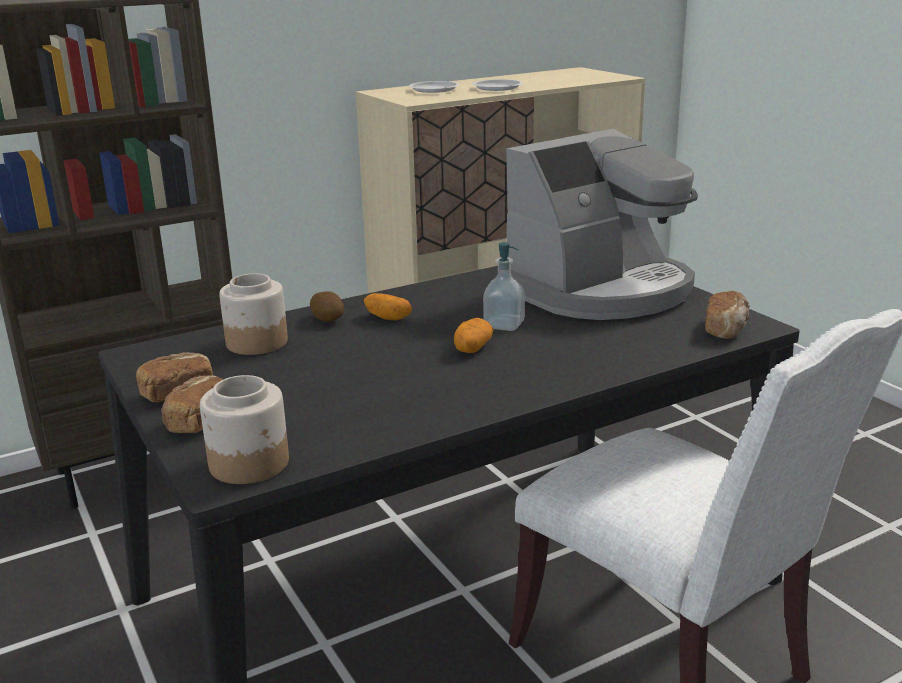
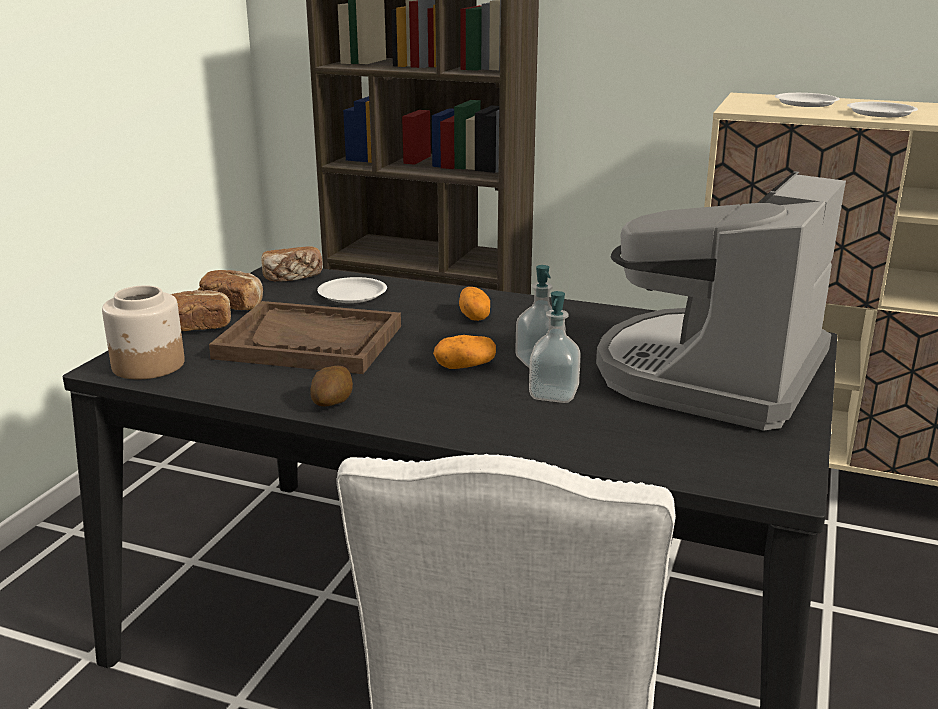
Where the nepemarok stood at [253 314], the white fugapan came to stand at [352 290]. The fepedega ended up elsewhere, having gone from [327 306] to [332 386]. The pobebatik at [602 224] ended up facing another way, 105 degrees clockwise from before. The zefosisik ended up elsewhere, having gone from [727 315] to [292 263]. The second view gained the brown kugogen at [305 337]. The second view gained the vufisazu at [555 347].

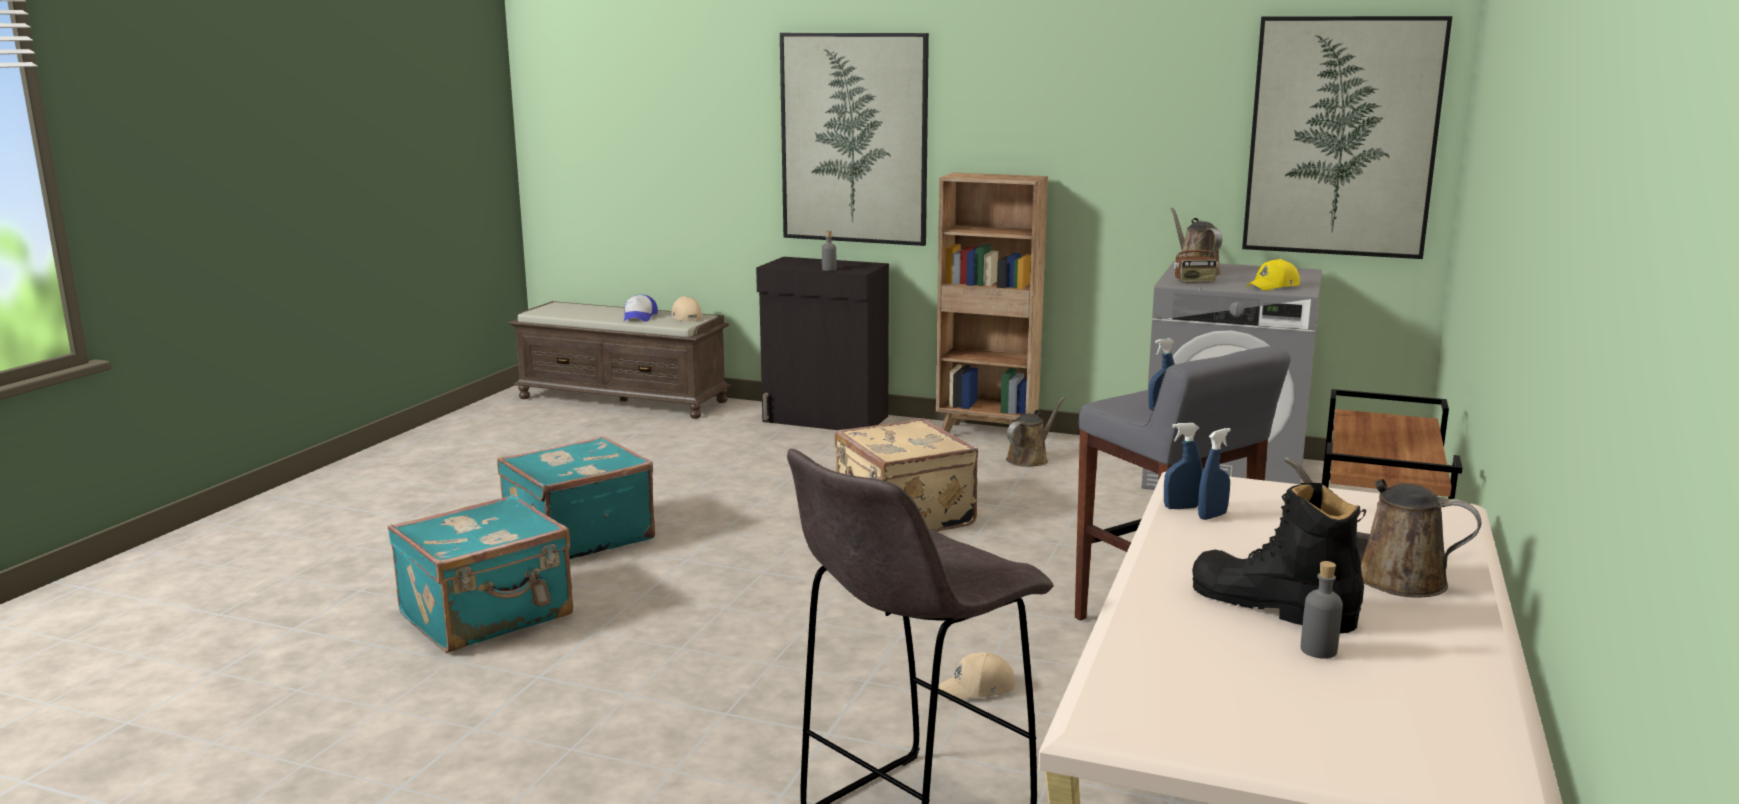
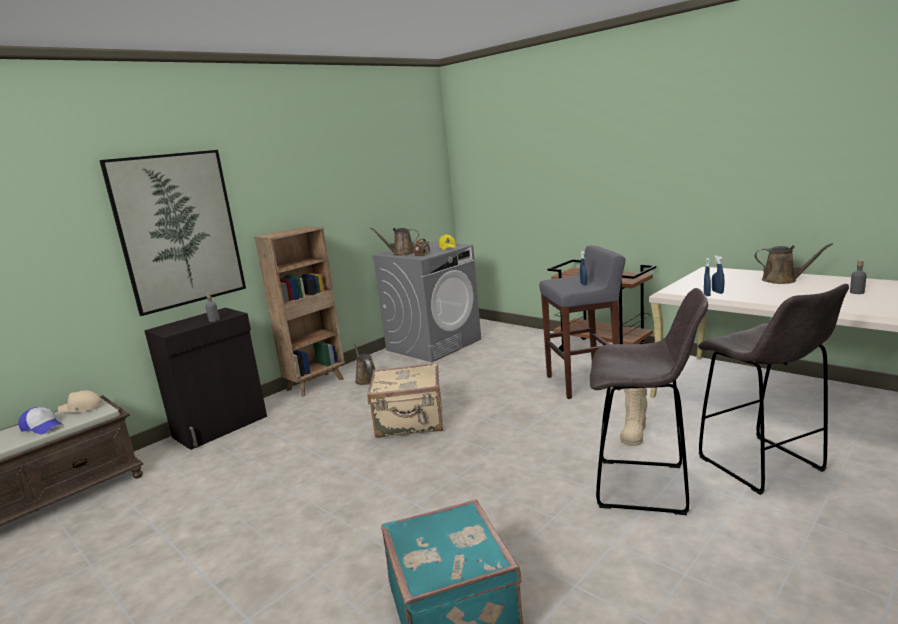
The second view lost the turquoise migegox at [576 497]. Where the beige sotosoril stood at [976 676], the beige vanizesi came to stand at [633 417]. The second view lost the black vanizesi at [1279 558]. The second view lost the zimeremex at [1347 137]. The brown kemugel at [1382 527] ended up facing another way, 105 degrees counterclockwise from before. The second view gained the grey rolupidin at [649 401].

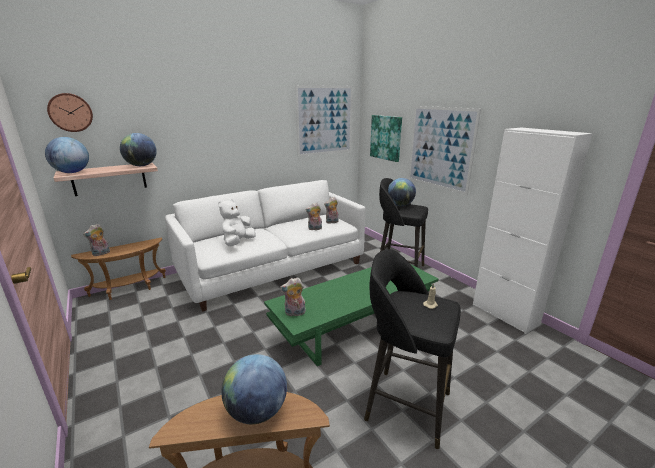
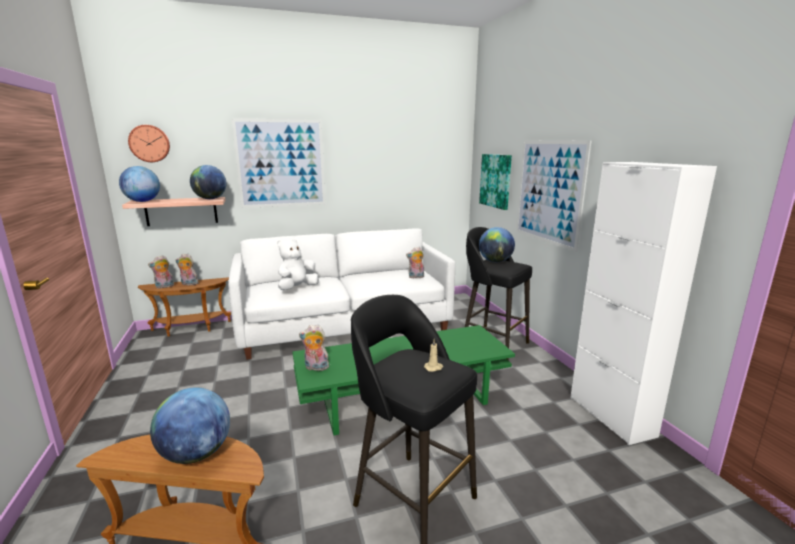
The zimeremex ended up elsewhere, having gone from [324 121] to [279 163]. The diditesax ended up elsewhere, having gone from [313 216] to [187 269].

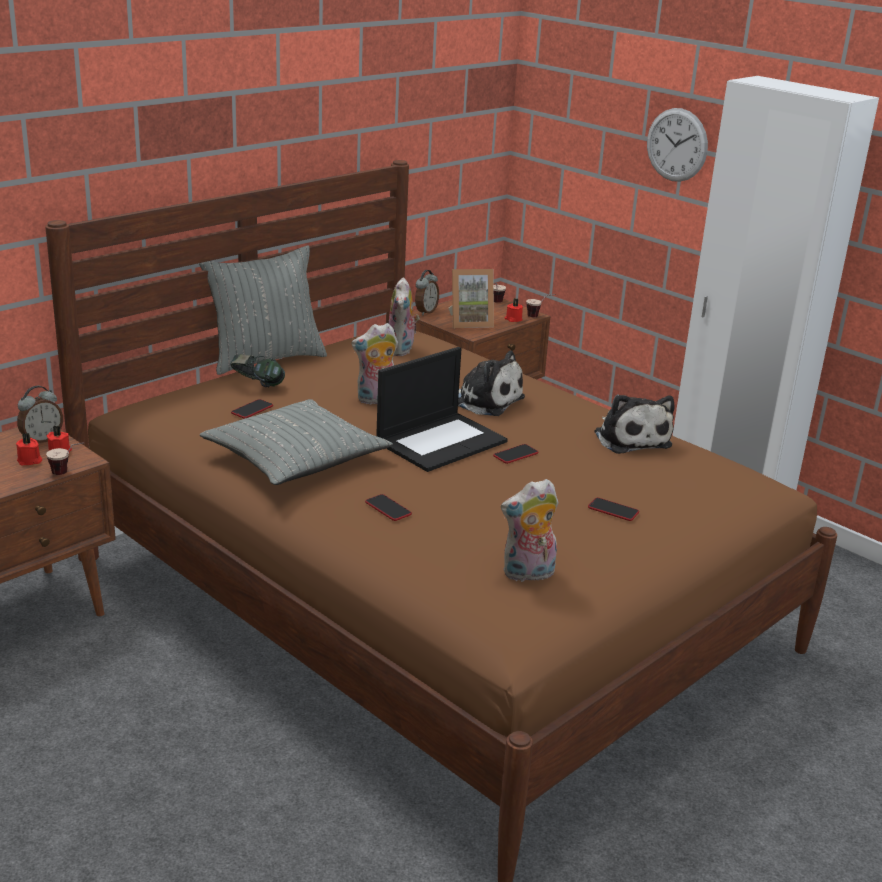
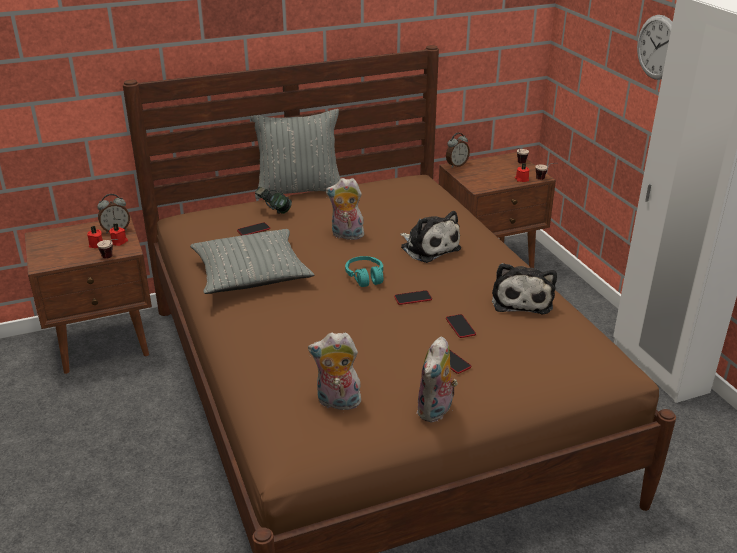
The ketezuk ended up elsewhere, having gone from [388 507] to [461 326]. Where the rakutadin stood at [442 409], the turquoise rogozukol came to stand at [364 271]. The diditesax ended up elsewhere, having gone from [404 316] to [437 379]. The second view lost the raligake at [471 298].

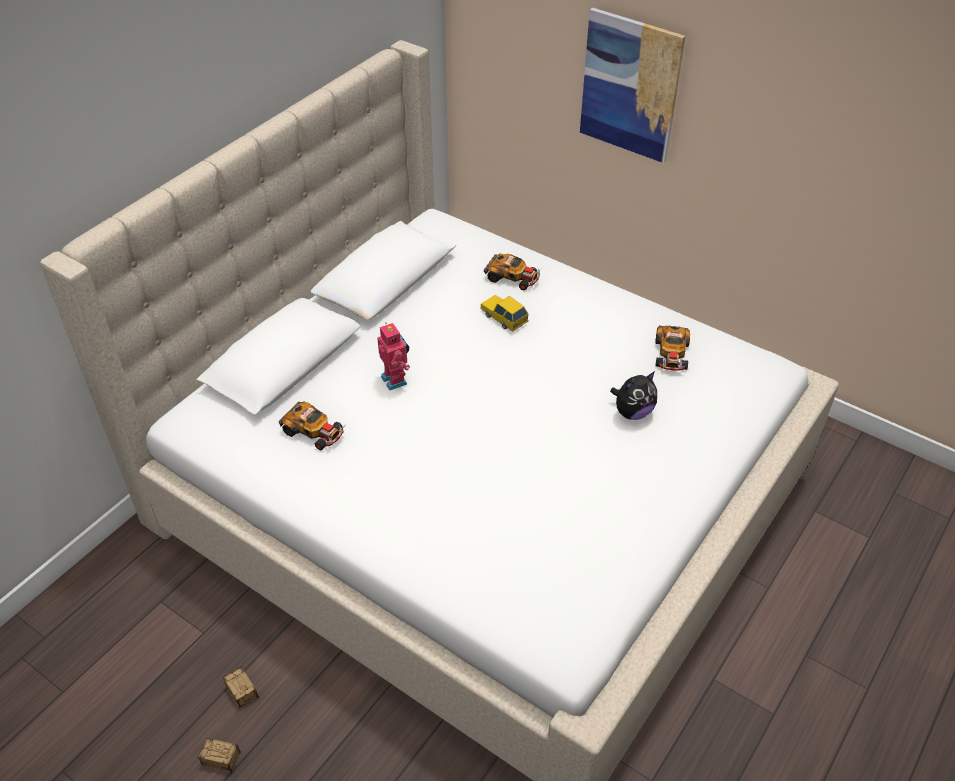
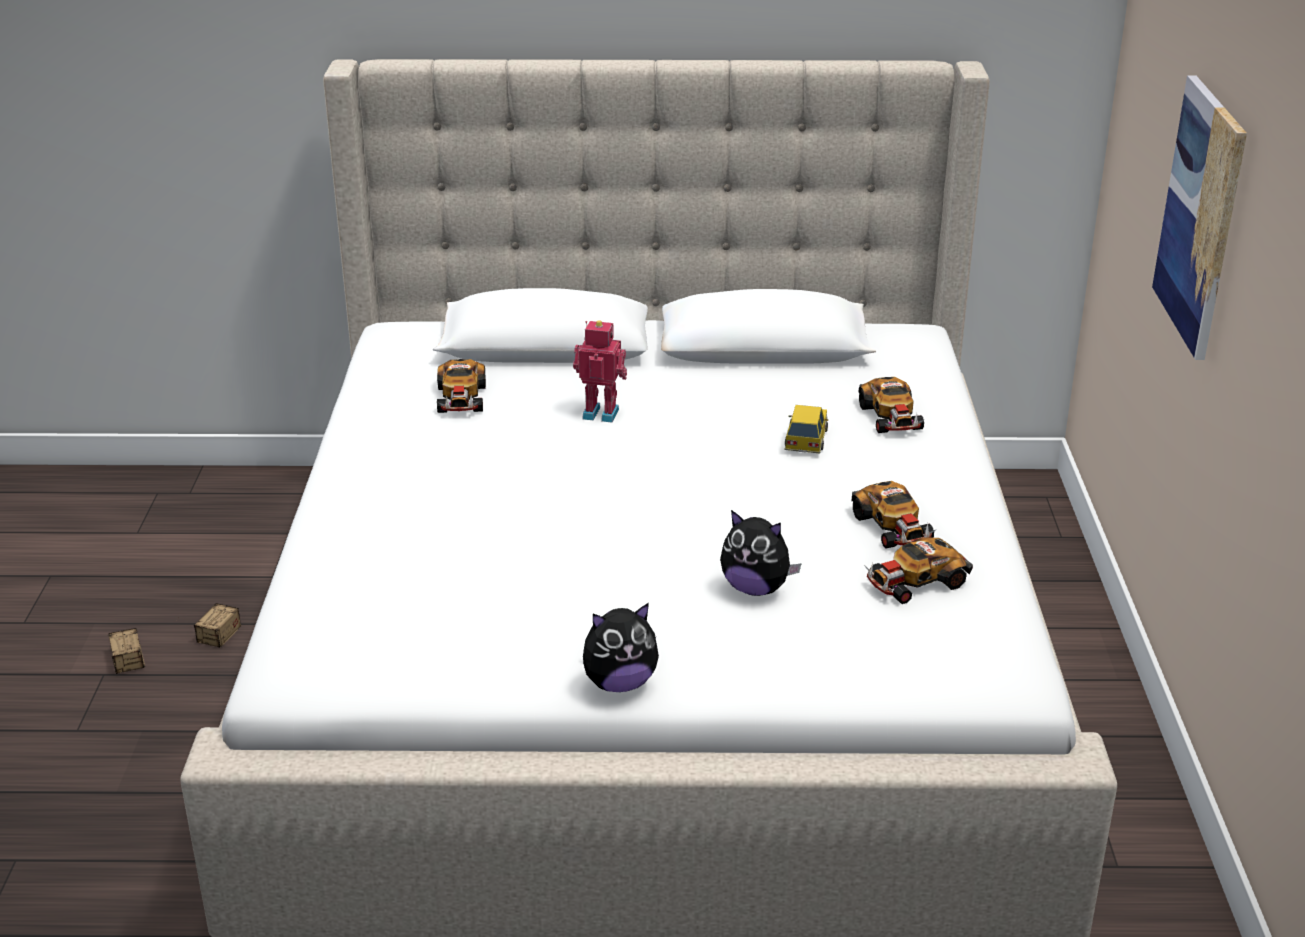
The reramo at [393 356] ended up facing another way, 105 degrees counterclockwise from before. The second view gained the diditesax at [621 647]. The second view gained the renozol at [894 514].

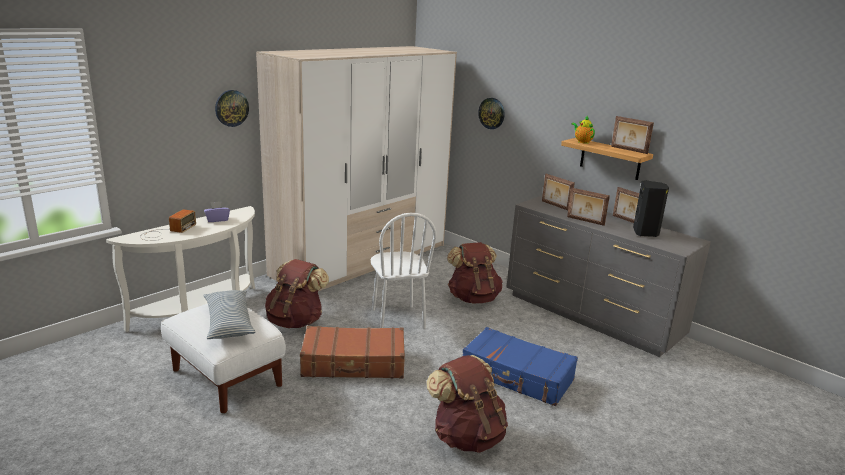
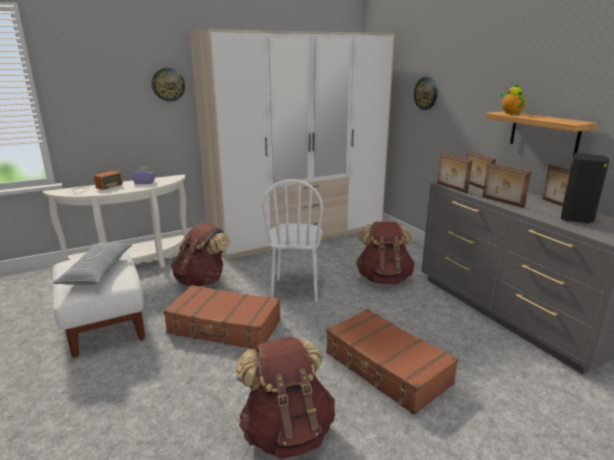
What was the blue migegox at [520 366] turned into the brown migegox at [392 362]. The raligake ended up elsewhere, having gone from [632 135] to [455 172].

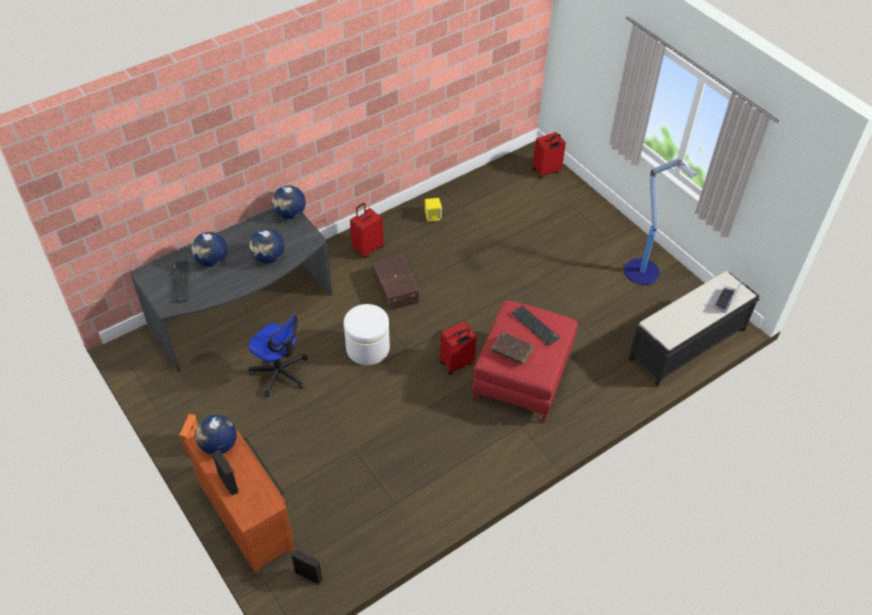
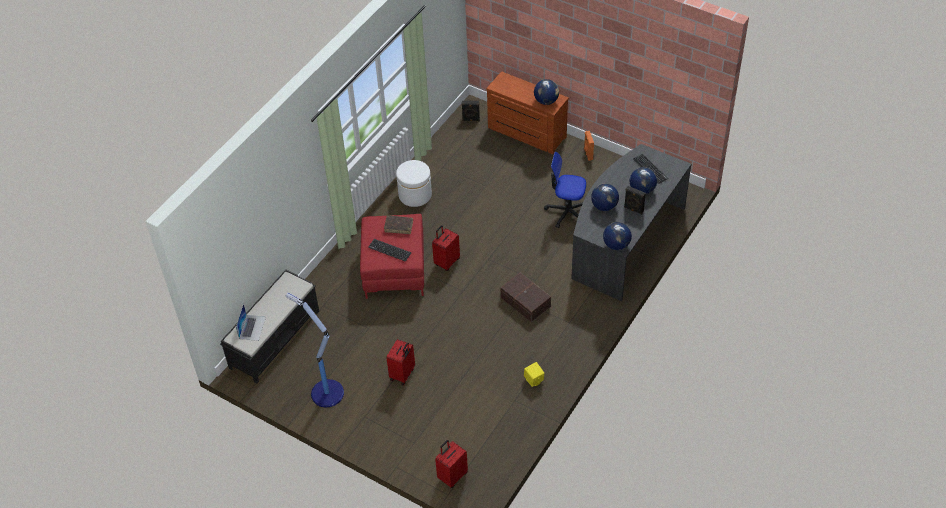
The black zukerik ended up elsewhere, having gone from [225 472] to [635 200]. The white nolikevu ended up elsewhere, having gone from [367 334] to [414 183]. The red migegox ended up elsewhere, having gone from [367 230] to [400 362].

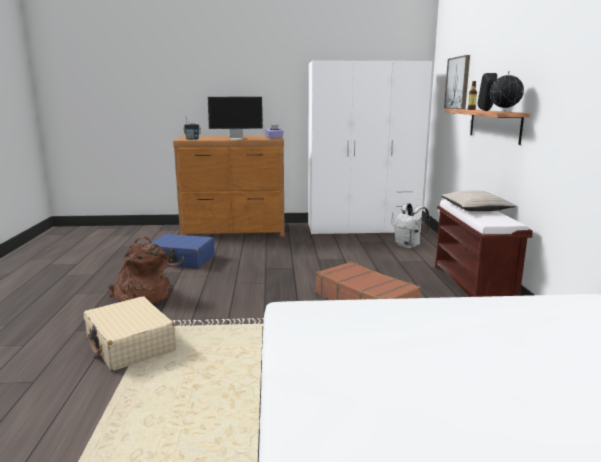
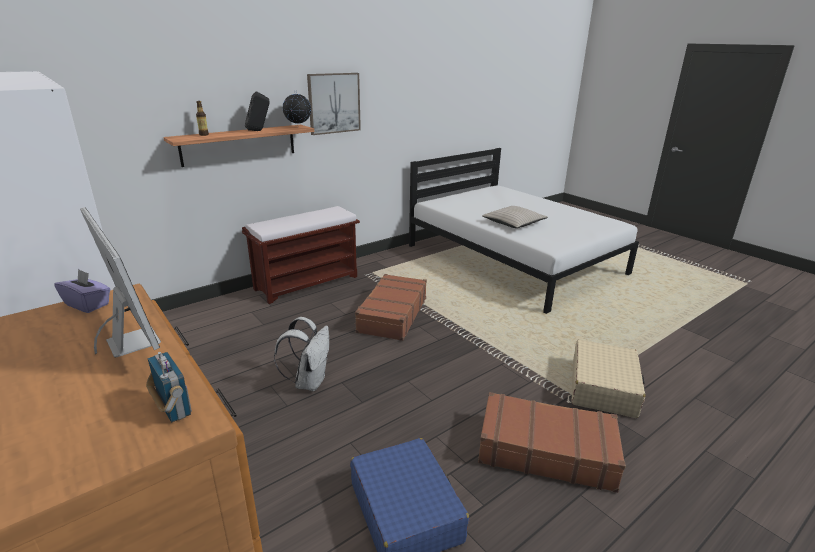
Where the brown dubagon stood at [140 270], the brown migegox came to stand at [552 442]. The white dubagon ended up elsewhere, having gone from [410 226] to [301 354]. The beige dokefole ended up elsewhere, having gone from [478 200] to [515 217]. The zimeremex ended up elsewhere, having gone from [457 82] to [334 104].

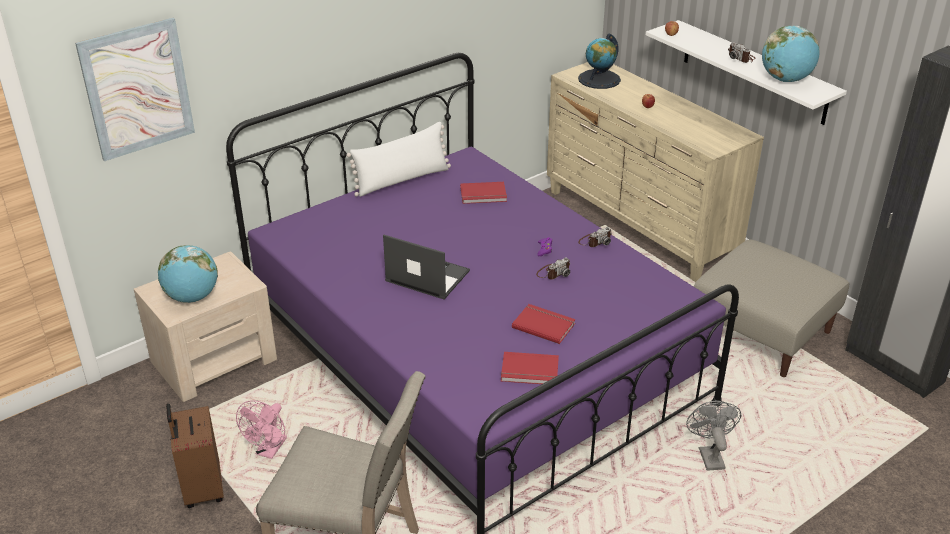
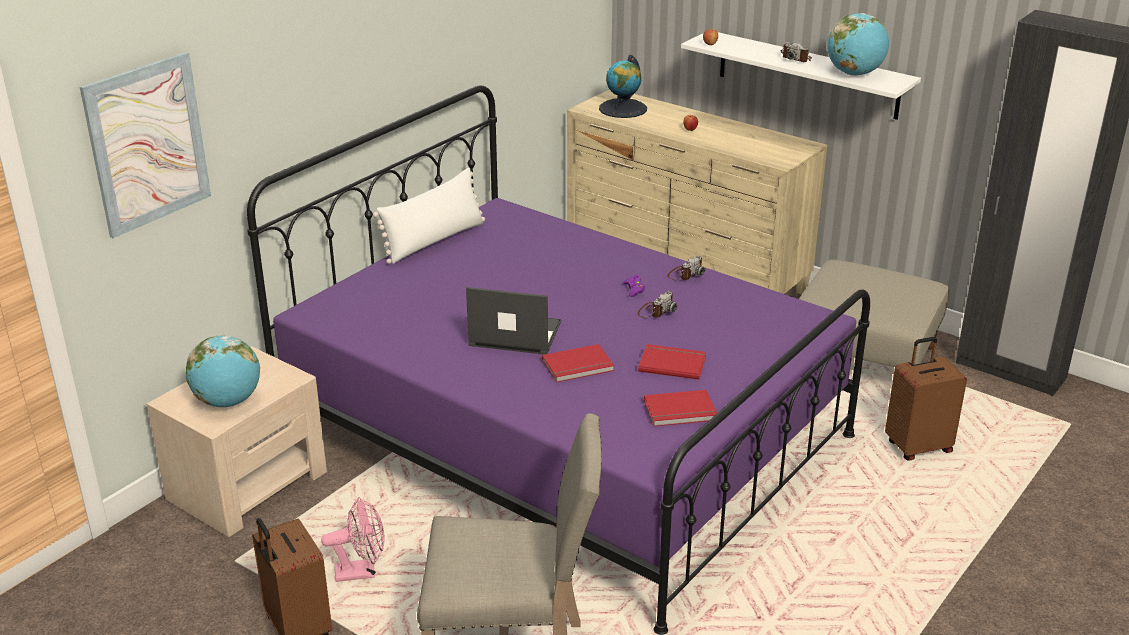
The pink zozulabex at [261 429] ended up facing another way, 105 degrees counterclockwise from before. The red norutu ended up elsewhere, having gone from [483 193] to [578 363]. The second view lost the grey zozulabex at [713 436]. The second view gained the brown migegox at [926 399].

